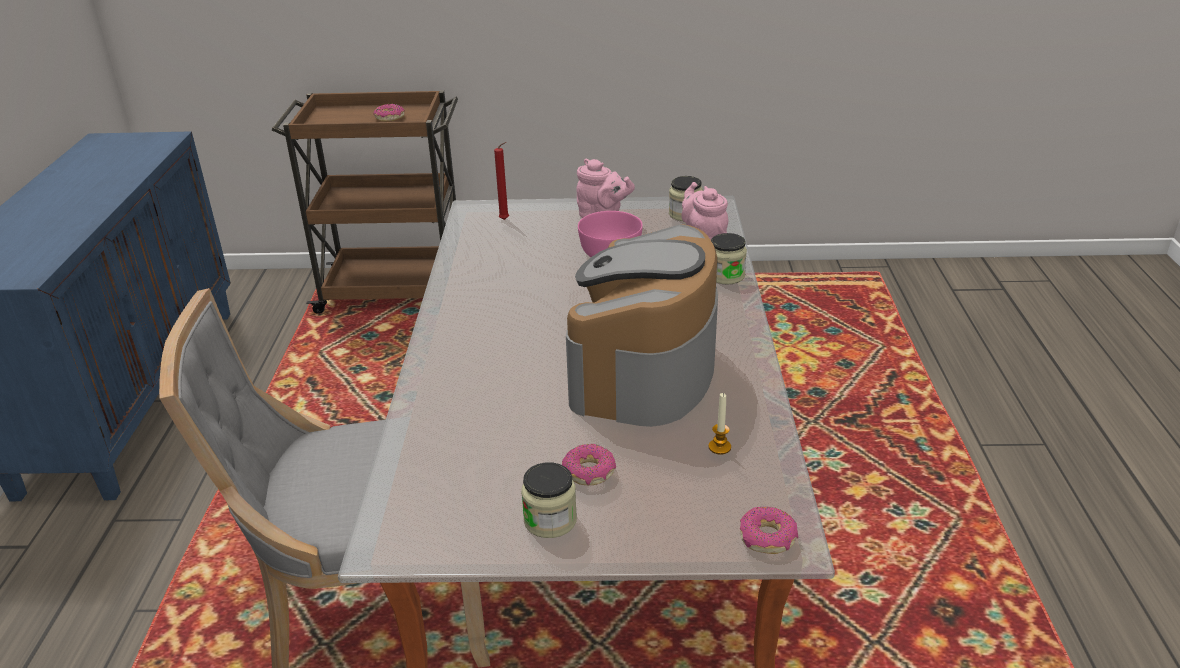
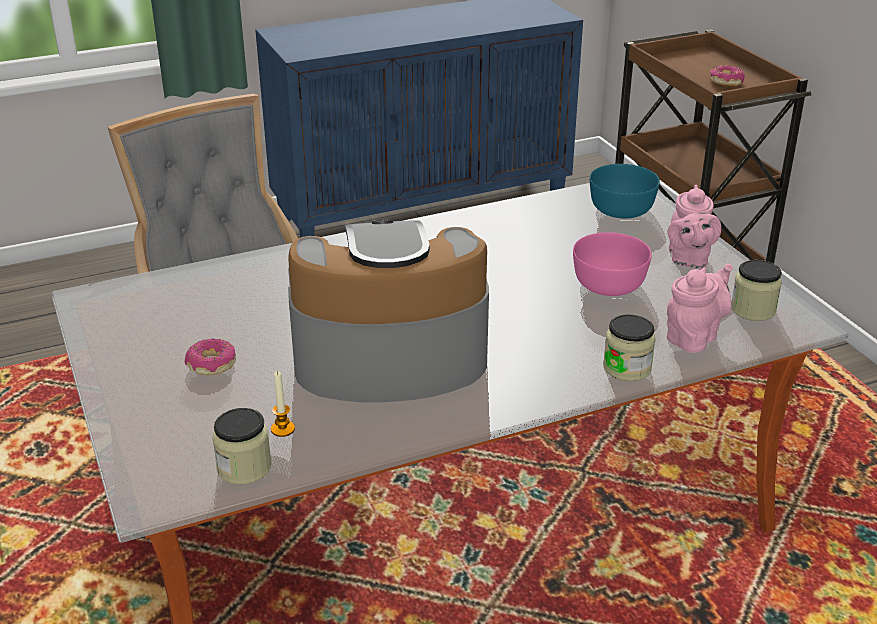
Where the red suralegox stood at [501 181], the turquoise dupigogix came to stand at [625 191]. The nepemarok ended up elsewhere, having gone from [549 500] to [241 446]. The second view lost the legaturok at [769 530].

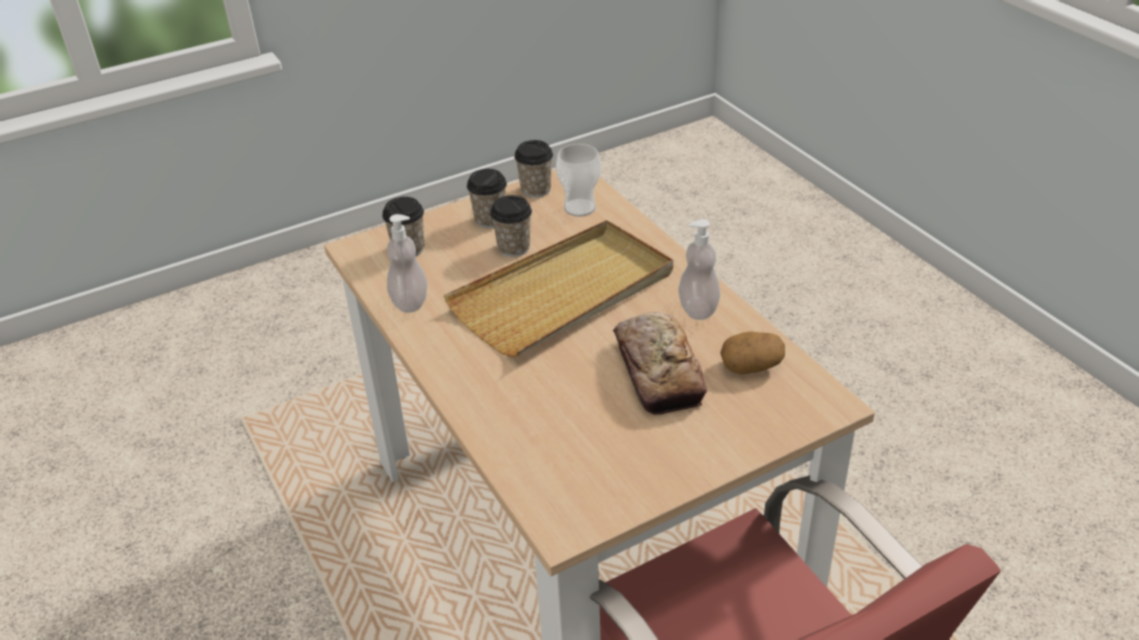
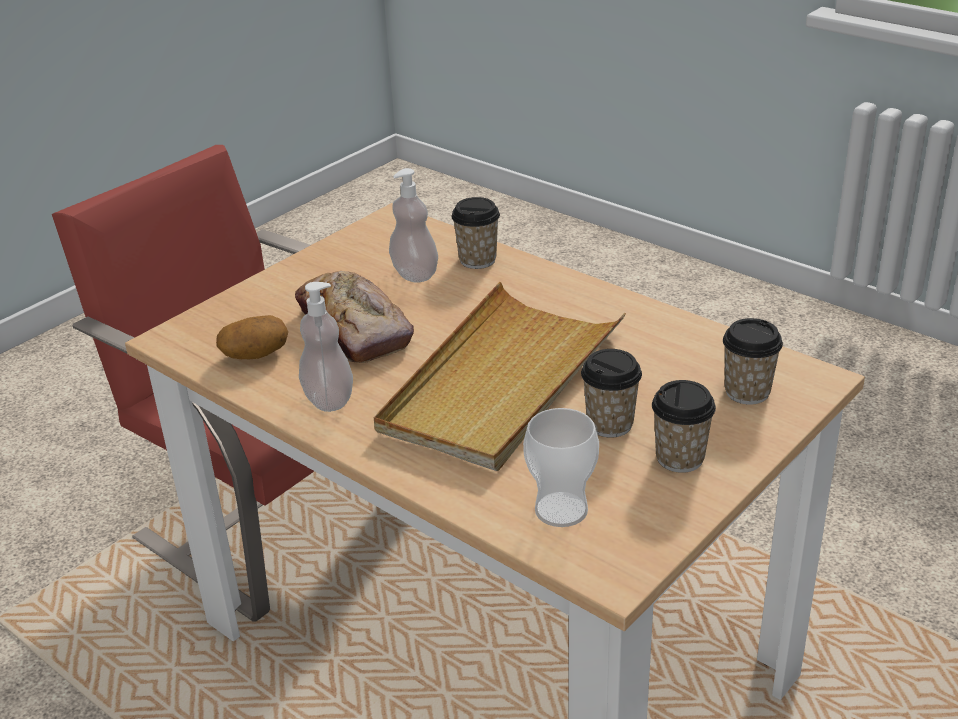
The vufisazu ended up elsewhere, having gone from [407 263] to [413 225]. The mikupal ended up elsewhere, having gone from [533 169] to [476 233].

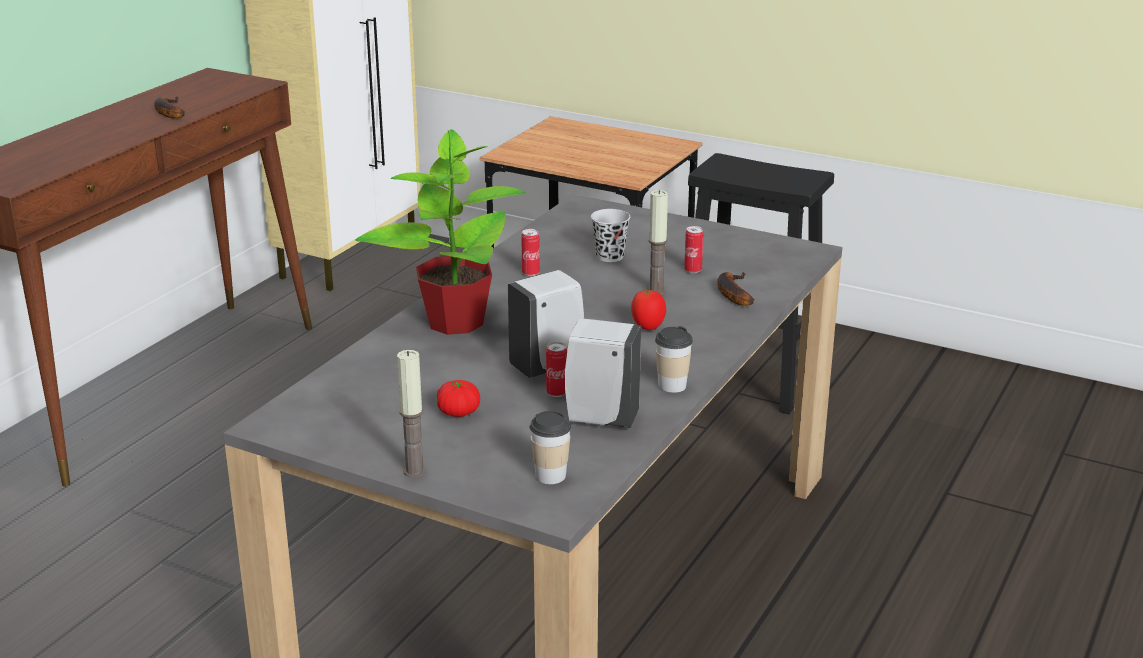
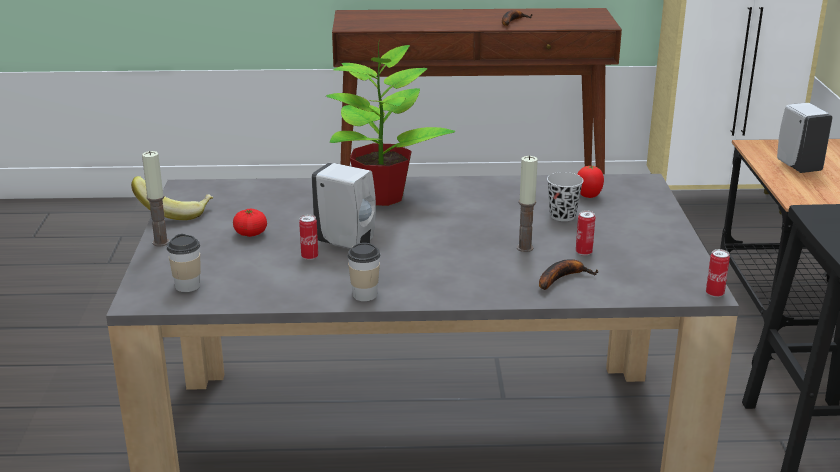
The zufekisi ended up elsewhere, having gone from [530 252] to [718 273]. The white vufisazu ended up elsewhere, having gone from [603 373] to [805 138]. The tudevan ended up elsewhere, having gone from [648 310] to [590 182]. The second view gained the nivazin at [172 198].

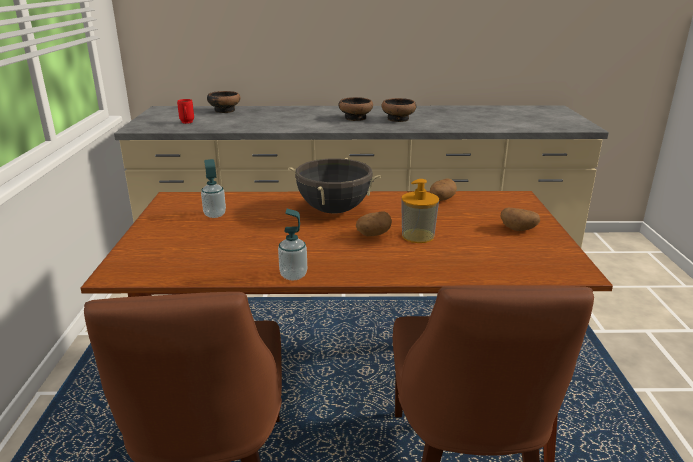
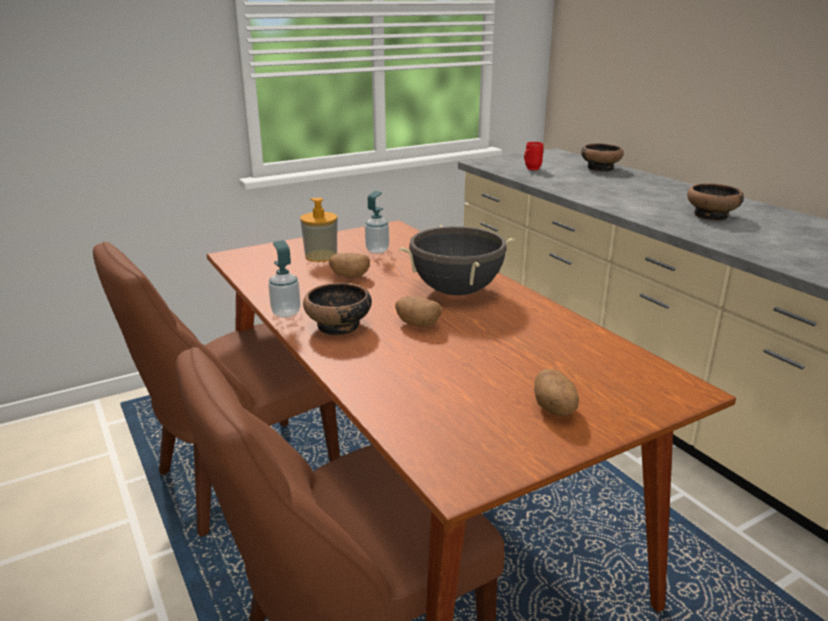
The dupigogix ended up elsewhere, having gone from [399 110] to [337 309]. The vufisazu ended up elsewhere, having gone from [420 211] to [319 230]. The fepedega ended up elsewhere, having gone from [443 190] to [349 265].

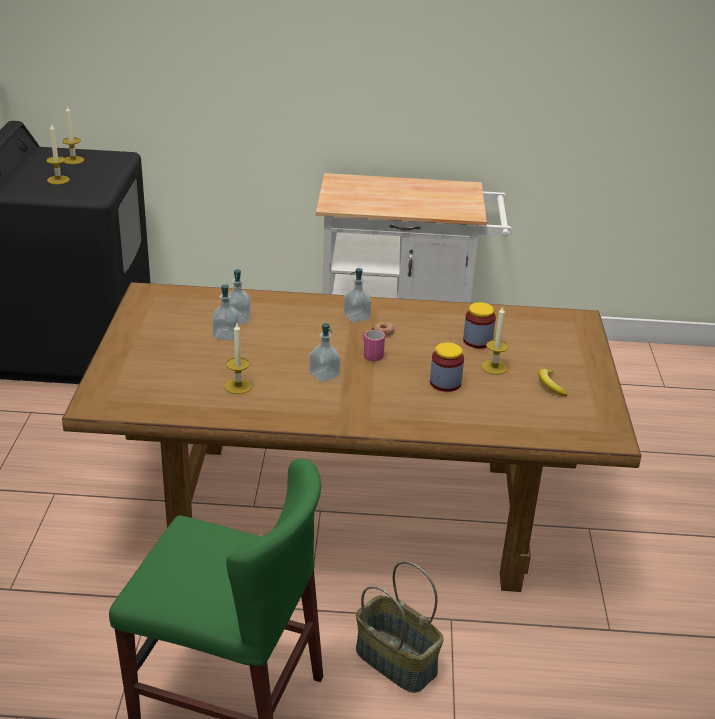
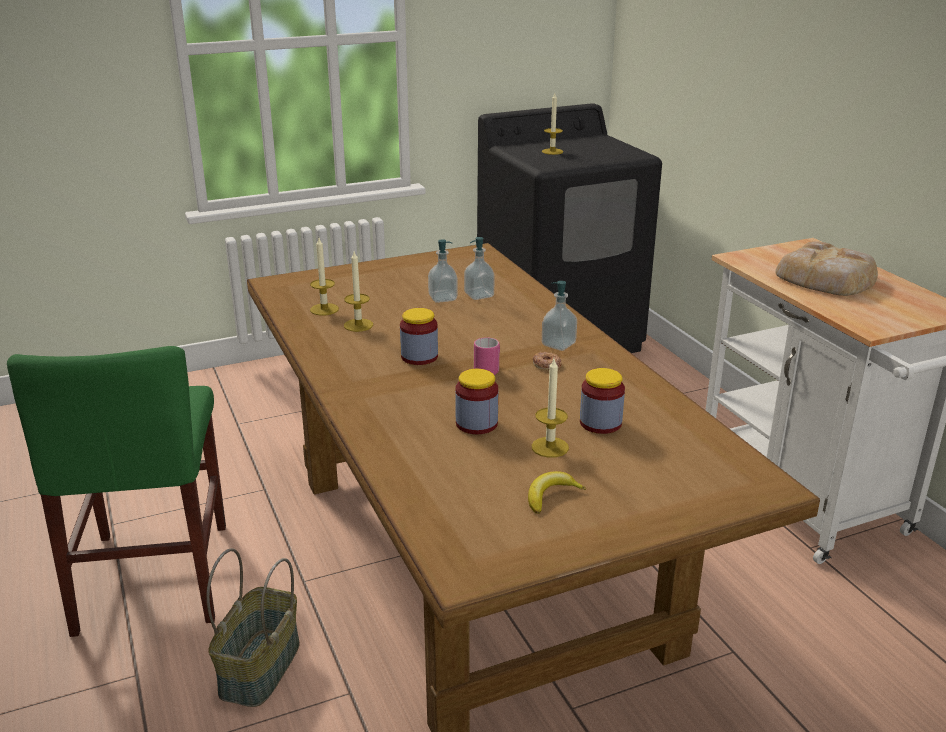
The suralegox ended up elsewhere, having gone from [73 134] to [324 276]. Where the vufisazu stood at [325 352], the nepemarok came to stand at [419 336]. The second view gained the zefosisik at [826 268].

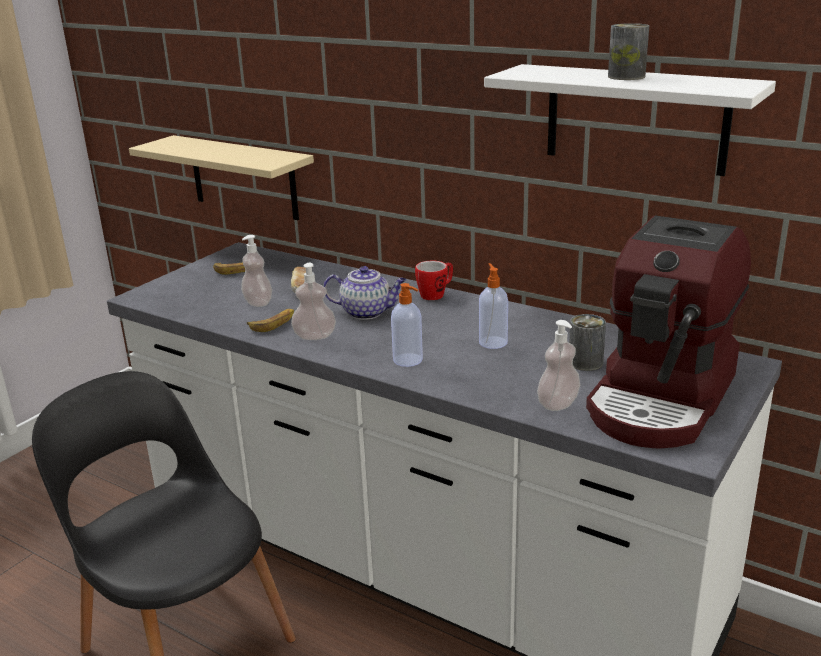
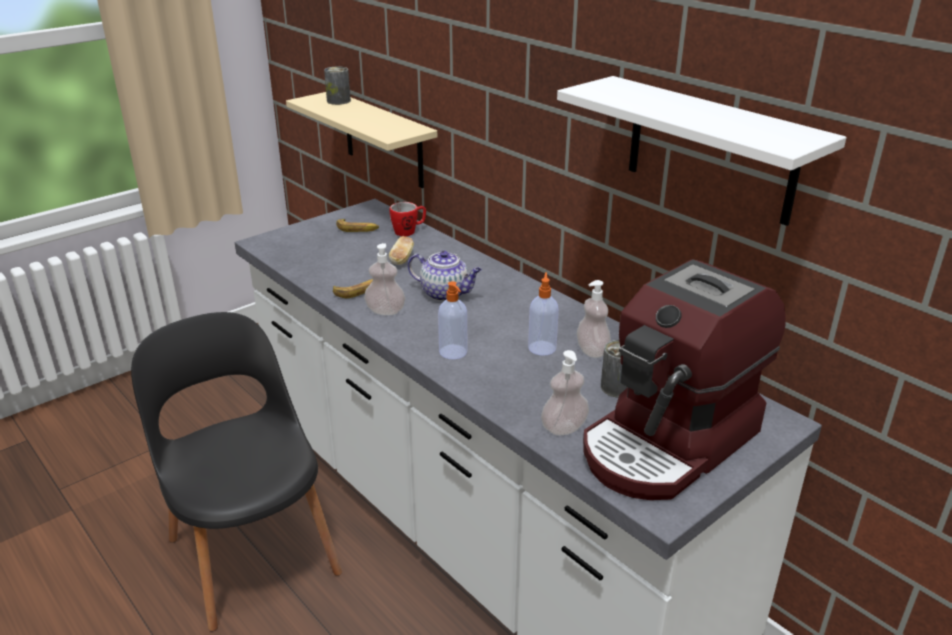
The vufisazu ended up elsewhere, having gone from [256 271] to [594 319]. The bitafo ended up elsewhere, having gone from [434 280] to [408 219]. The zufekisi ended up elsewhere, having gone from [628 51] to [337 85].

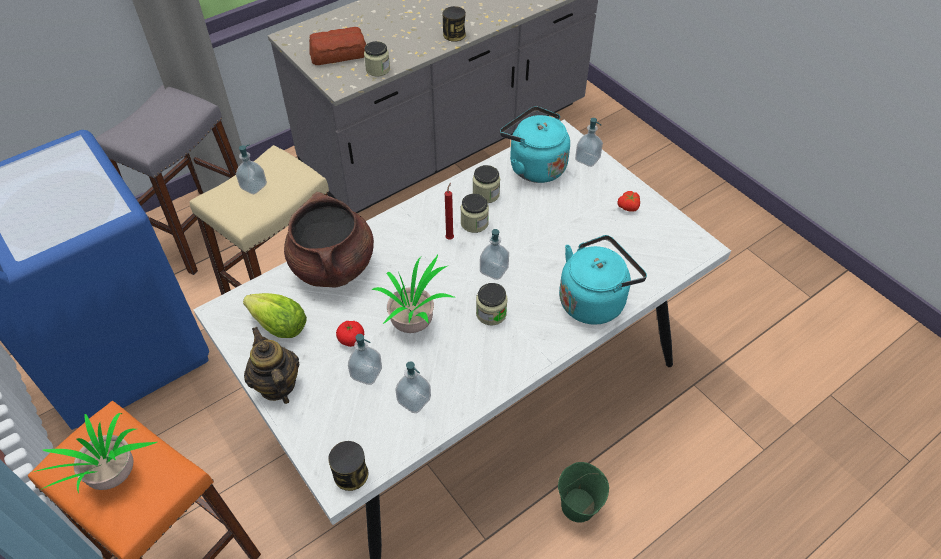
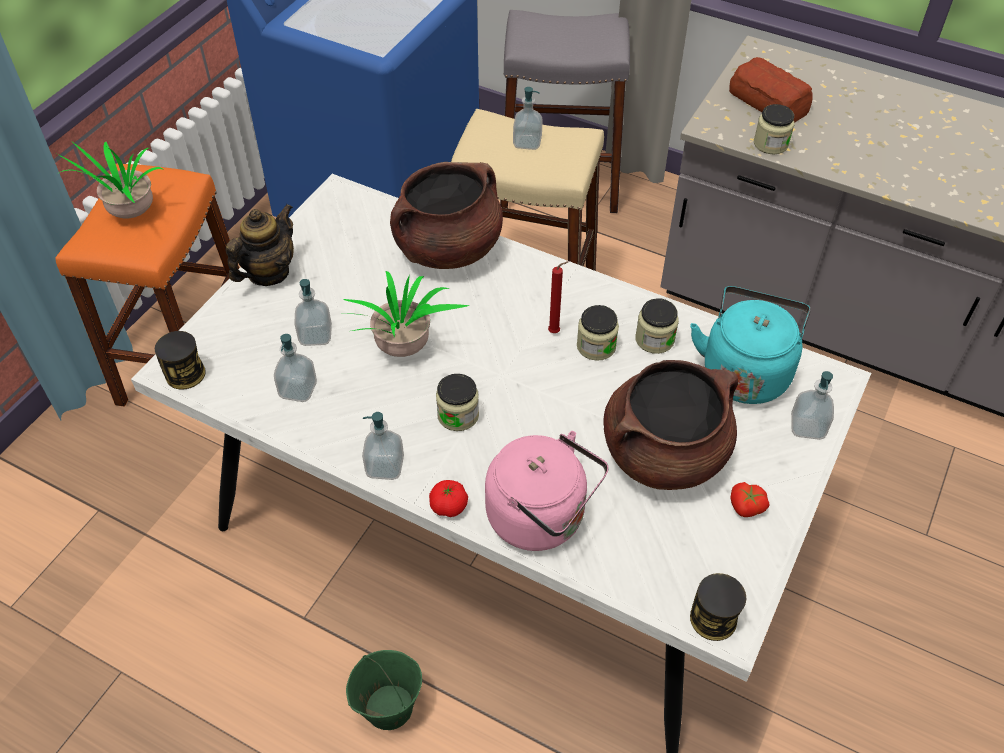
The second view lost the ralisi at [275 315]. The tudevan ended up elsewhere, having gone from [350 334] to [448 498]. The zufekisi ended up elsewhere, having gone from [454 24] to [718 607]. The vufisazu ended up elsewhere, having gone from [494 254] to [383 446]. What was the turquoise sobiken at [603 280] turned into the pink sobiken at [546 491]. The second view gained the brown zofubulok at [670 425].

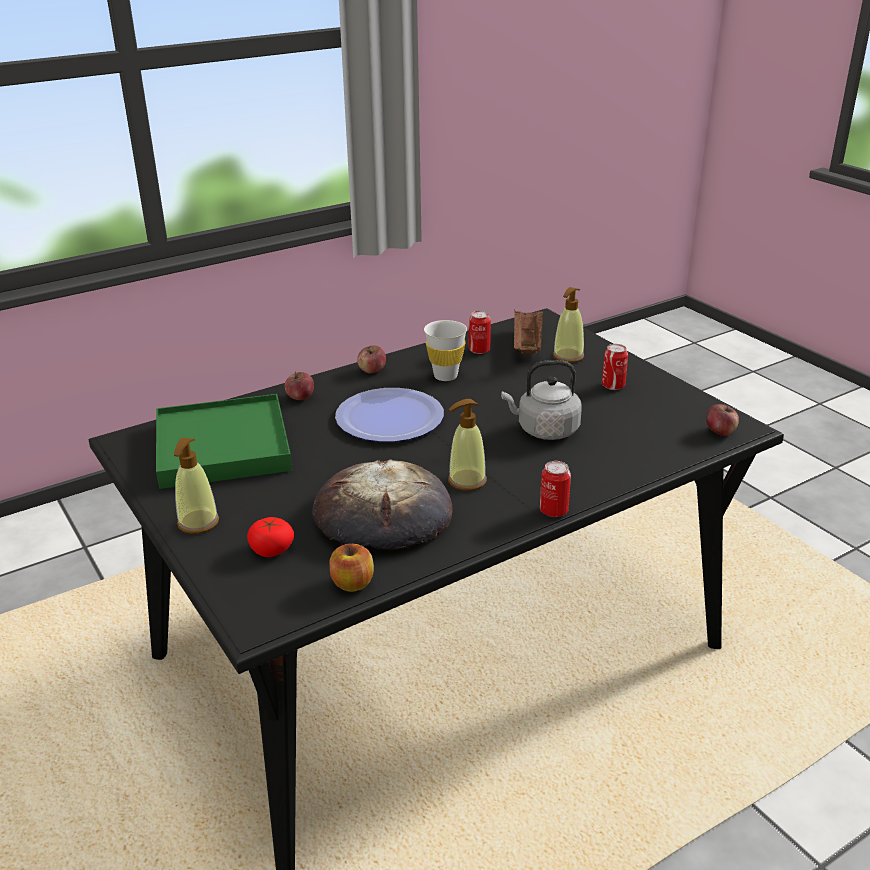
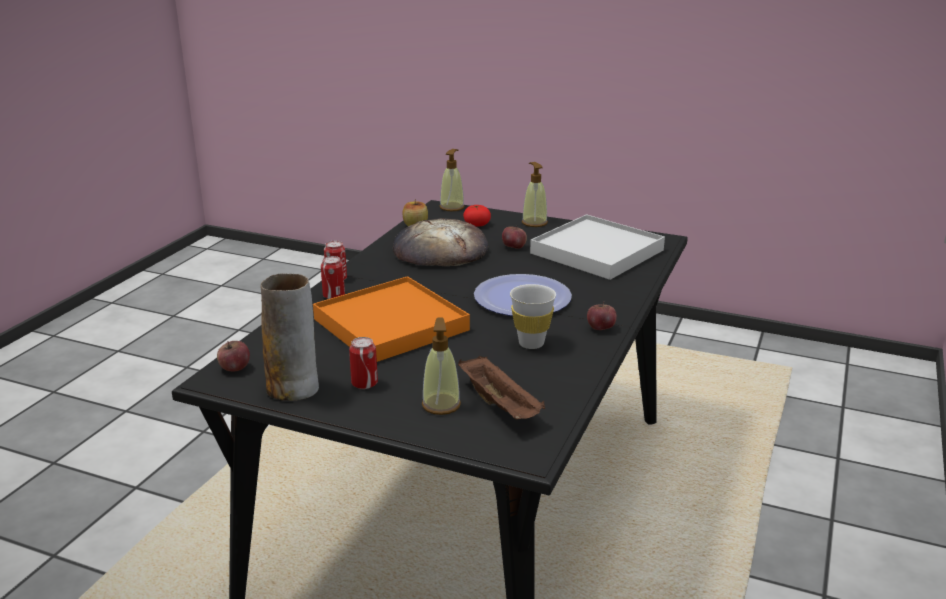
What was the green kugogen at [224 441] turned into the white kugogen at [597 247]. The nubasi ended up elsewhere, having gone from [299 385] to [514 237]. The vufisazu ended up elsewhere, having gone from [467 445] to [452 180]. The zufekisi ended up elsewhere, having gone from [480 332] to [333 277]. Where the grey sobiken stood at [541 400], the orange kugogen came to stand at [391 319]. The second view gained the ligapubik at [289 337].

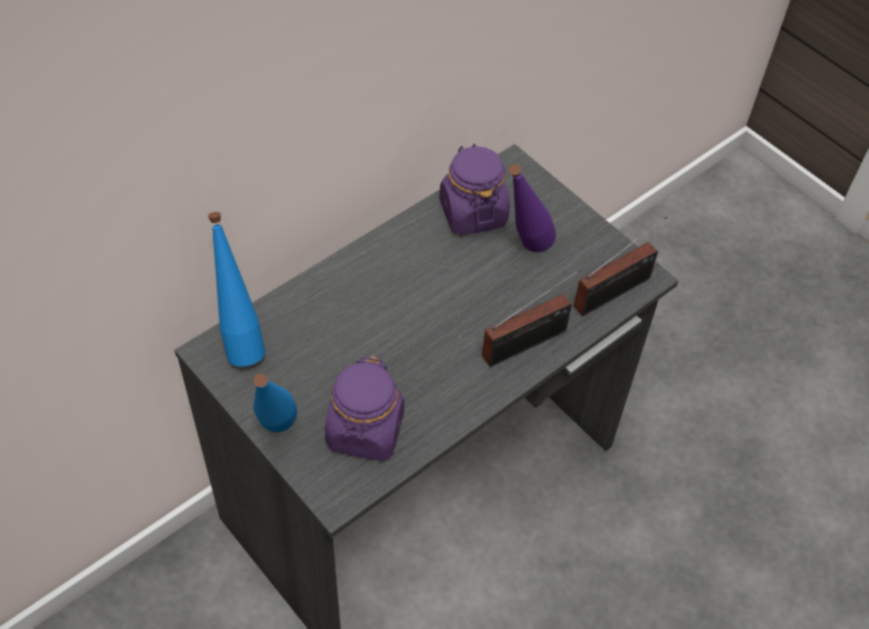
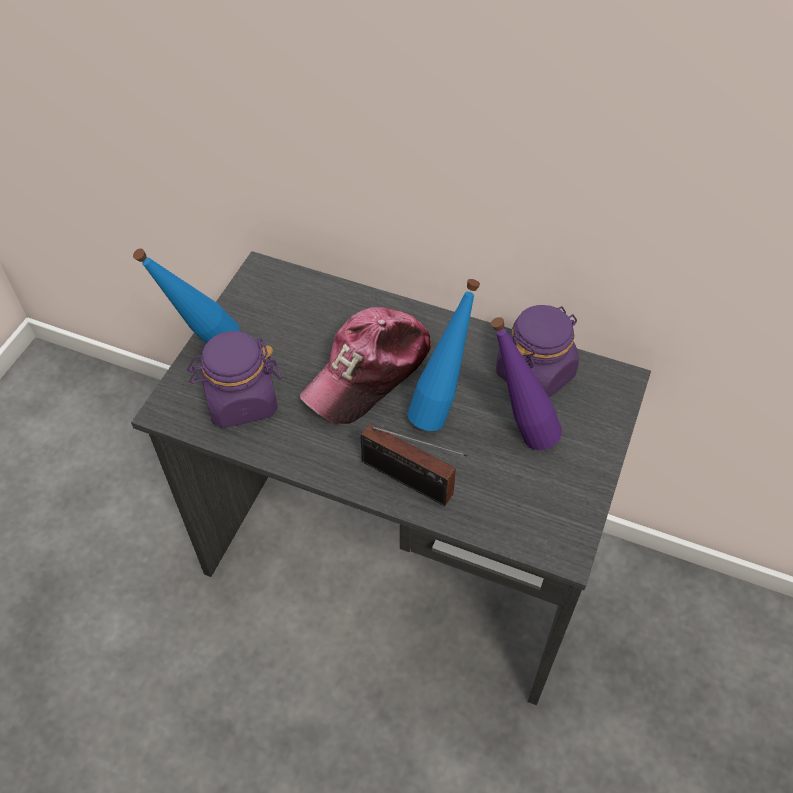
The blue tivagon ended up elsewhere, having gone from [236 289] to [443 355]. The second view lost the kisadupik at [620 266]. The second view gained the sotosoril at [366 365].

